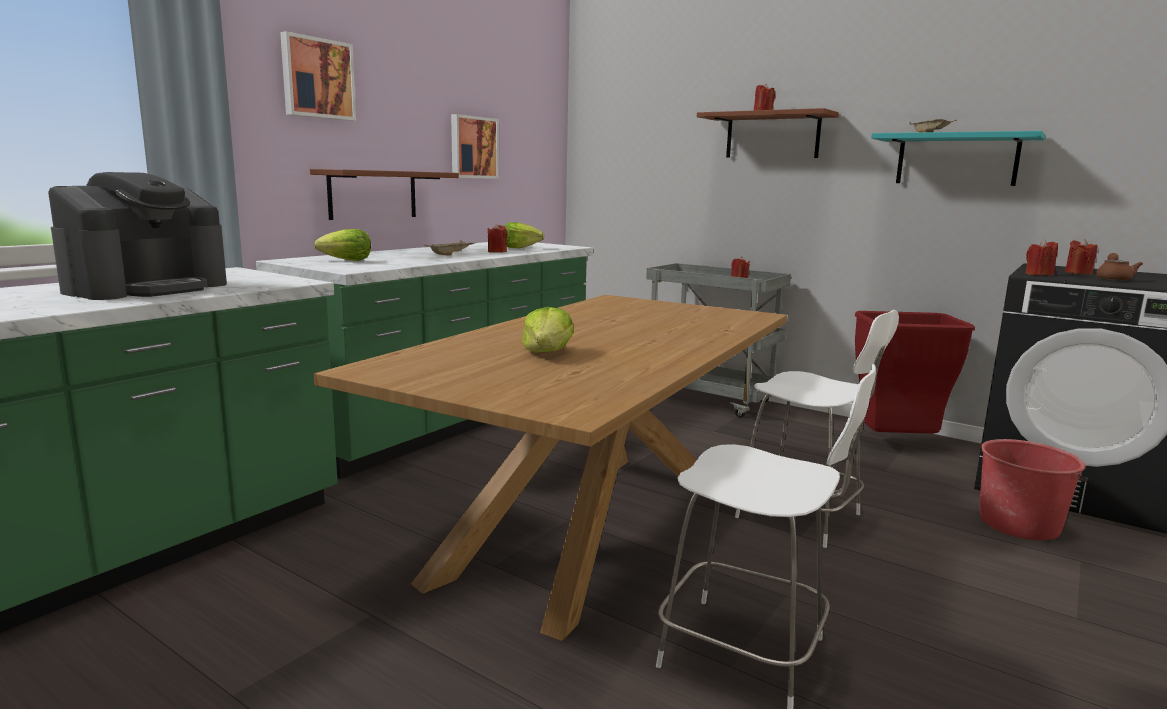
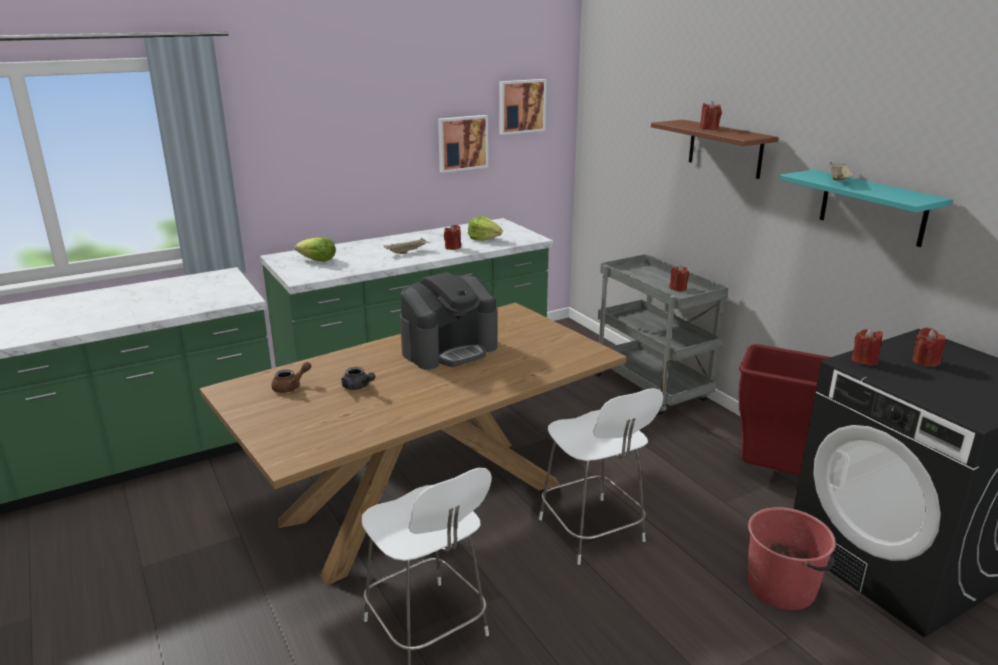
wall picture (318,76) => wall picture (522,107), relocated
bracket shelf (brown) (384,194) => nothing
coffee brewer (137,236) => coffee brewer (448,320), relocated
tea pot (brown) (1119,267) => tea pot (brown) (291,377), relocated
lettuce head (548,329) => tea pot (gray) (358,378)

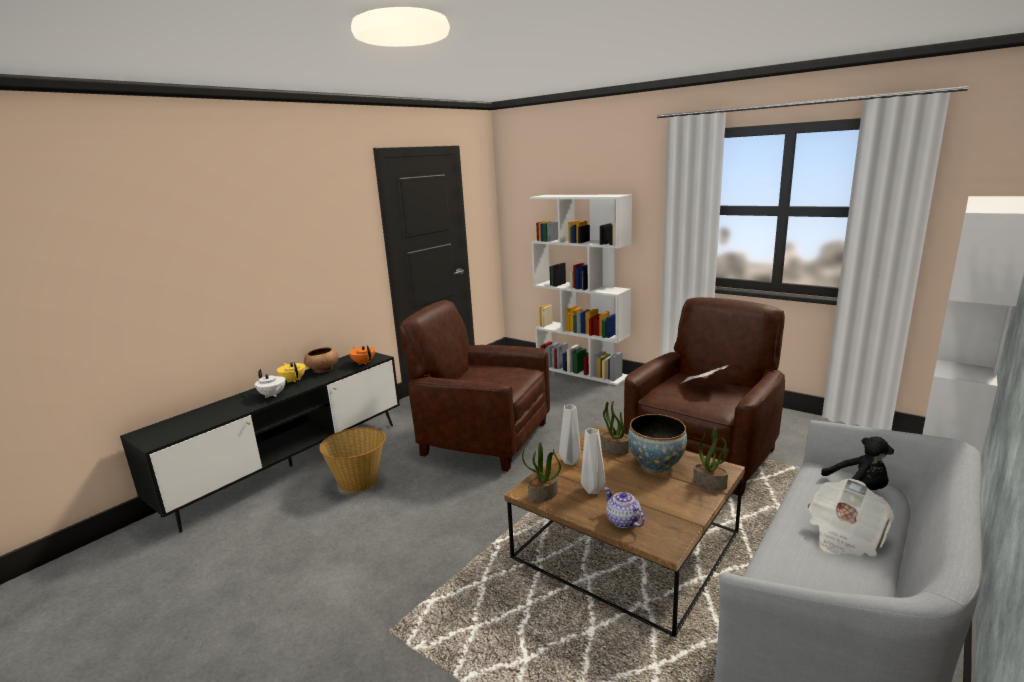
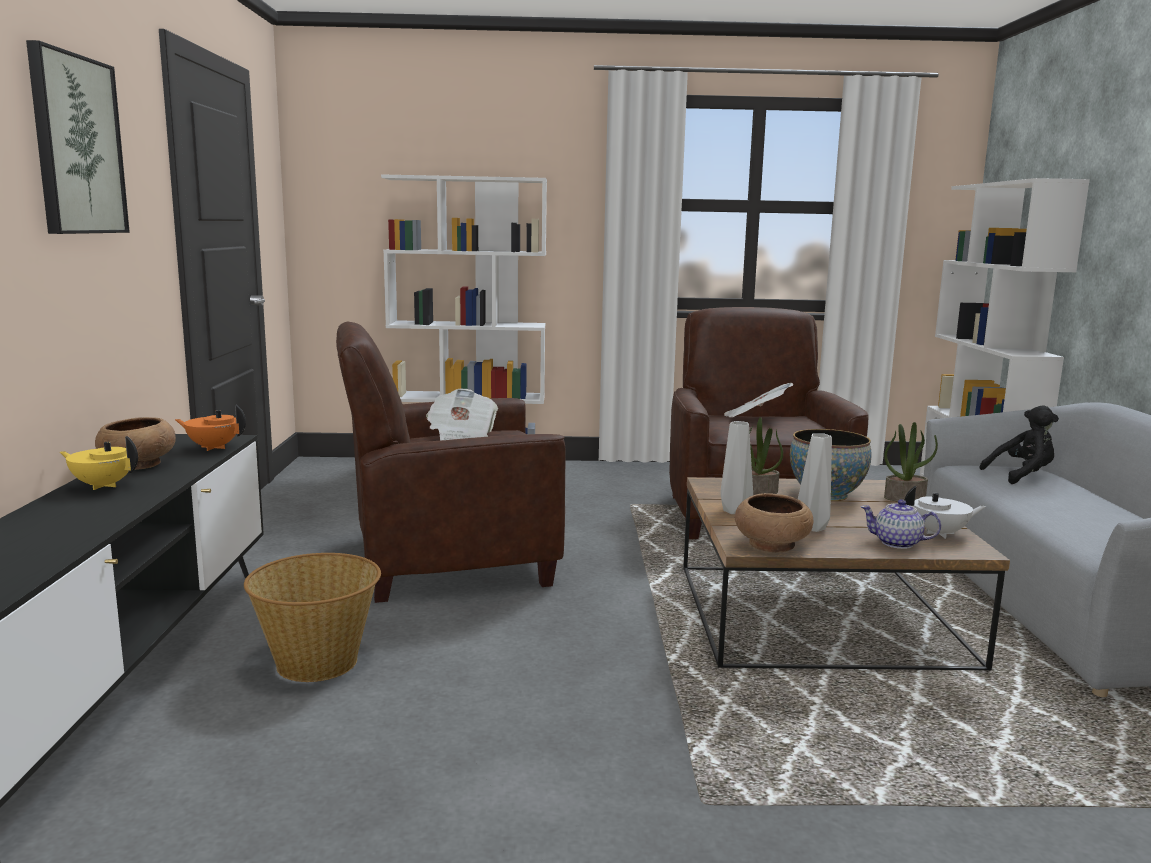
tea pot (whitish) (270,383) => tea pot (whitish) (945,512), relocated
houseplant (541,472) => serving bowl (brown) (774,522)
printed paper (850,518) => printed paper (462,415), relocated
nothing => wall picture (78,137)

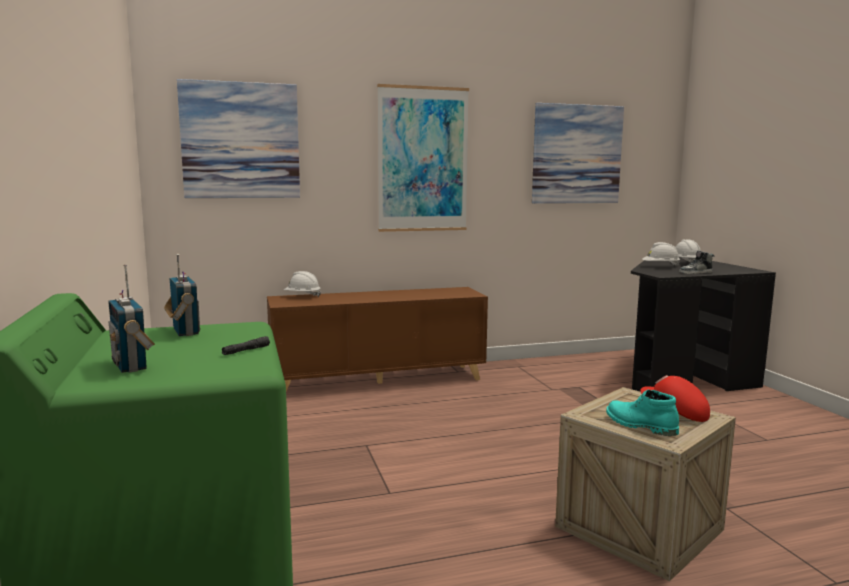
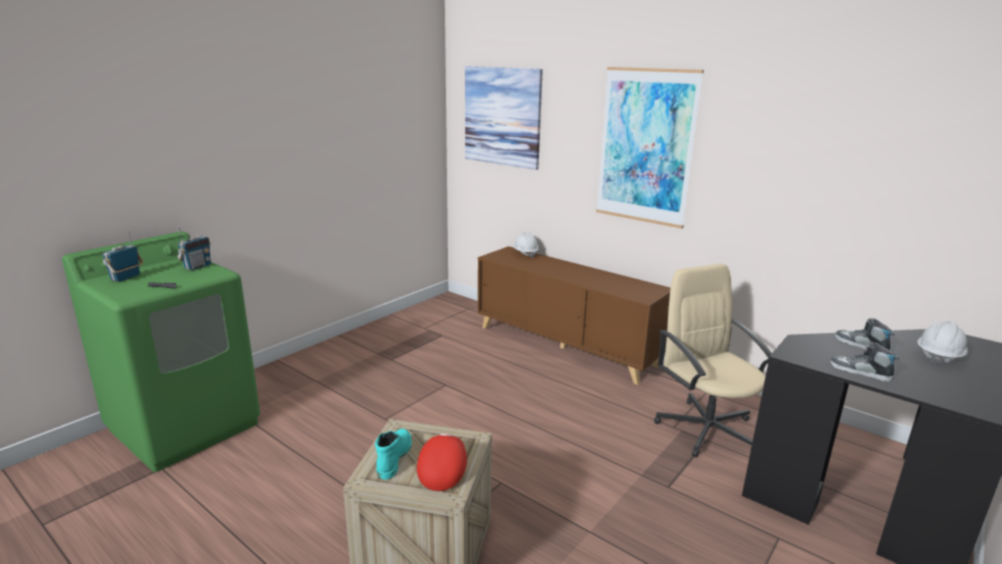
wall picture (578,153) => nothing
hard hat (whitish) (661,254) => shoe (864,334)
nothing => desk chair (beige) (713,360)

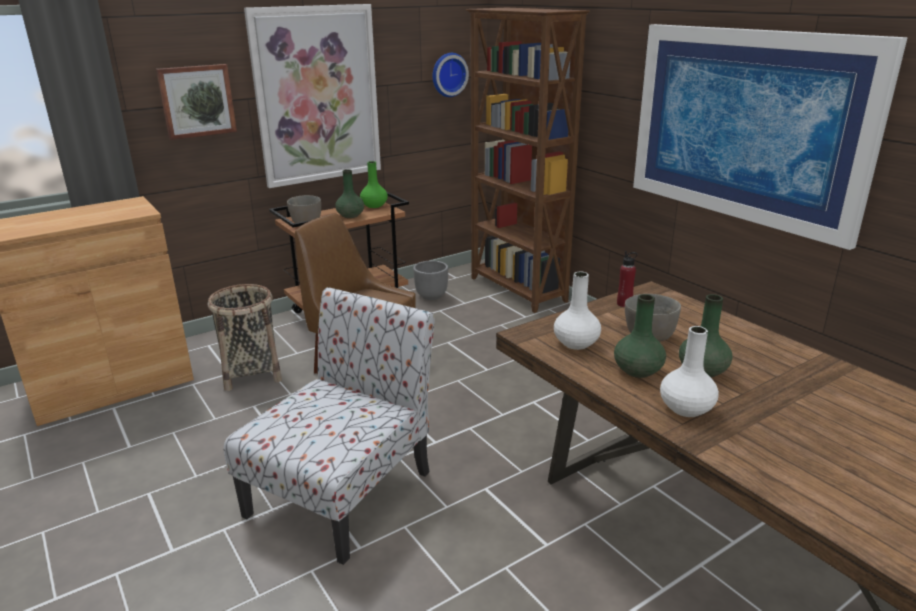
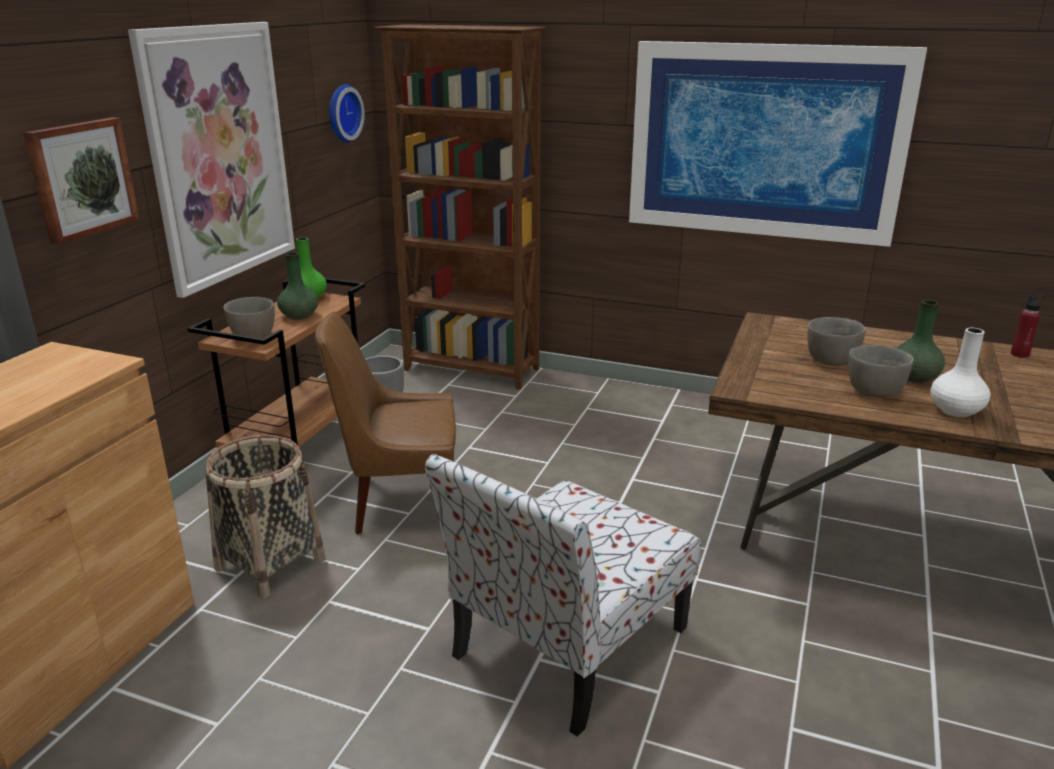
drink bottle (red-coloured) (627,279) => drink bottle (red-coloured) (1028,326), relocated
vase (whitish) (577,310) => nothing
upright chair (329,426) => upright chair (563,595), 135 degrees counterclockwise
vase (green) (640,336) => serving bowl (gray) (881,371)

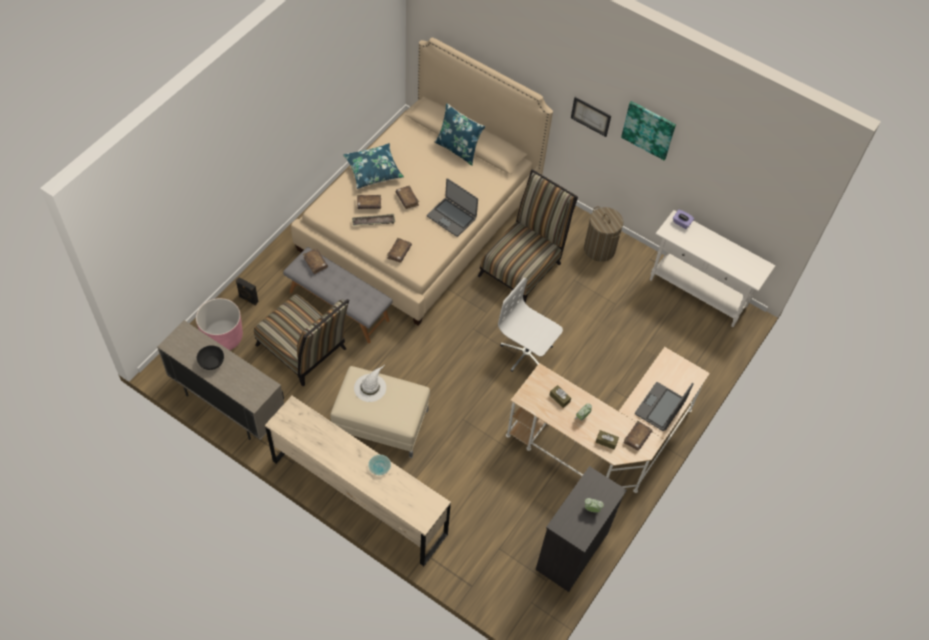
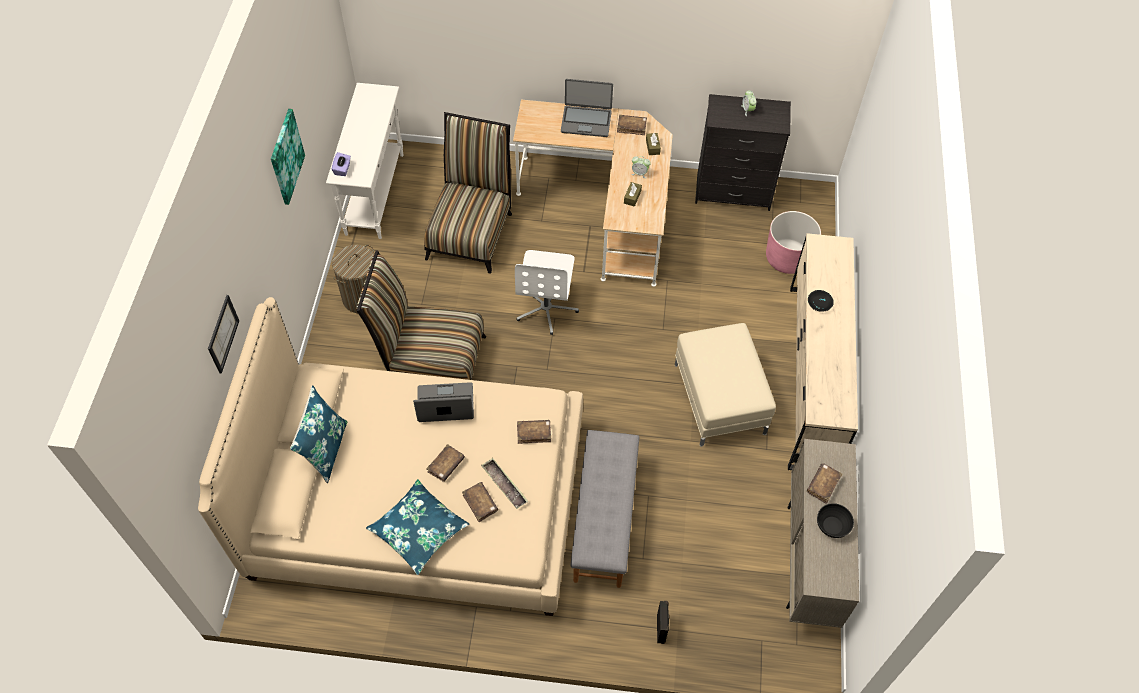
wall picture (591,117) => wall picture (223,334), relocated
portable computer (452,207) => portable computer (443,402), 105 degrees counterclockwise
bound book (brown) (315,261) => bound book (brown) (824,483), relocated
upright chair (301,340) => upright chair (468,193), relocated
flower pot (pink) (219,324) => flower pot (pink) (793,242), relocated
clothing hat (whitish) (370,383) => nothing
serving bowl (blue-green) (379,465) => serving bowl (blackish) (821,301)

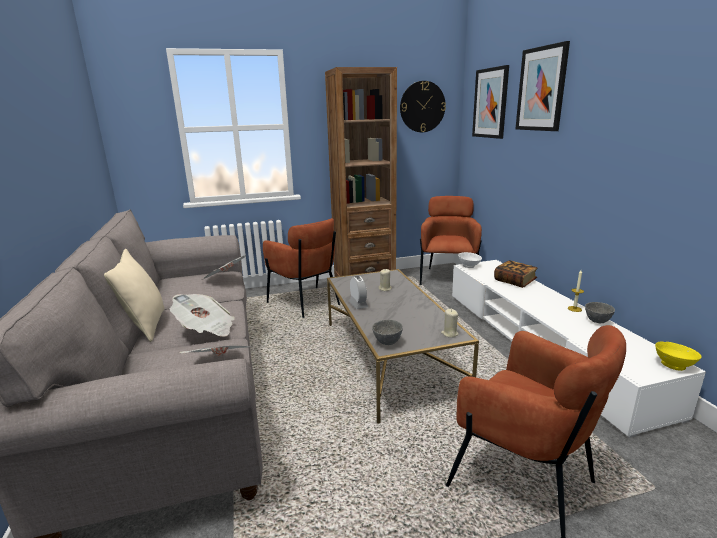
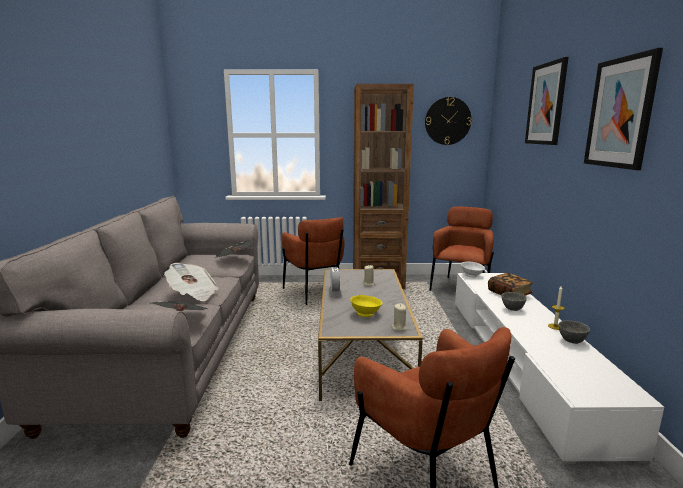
wall picture (490,102) => wall picture (623,109), relocated
pillow (beige) (134,295) => nothing
serving bowl (gray) (387,332) => serving bowl (gray) (514,301), relocated
serving bowl (yellow) (678,356) => serving bowl (yellow) (366,306), relocated

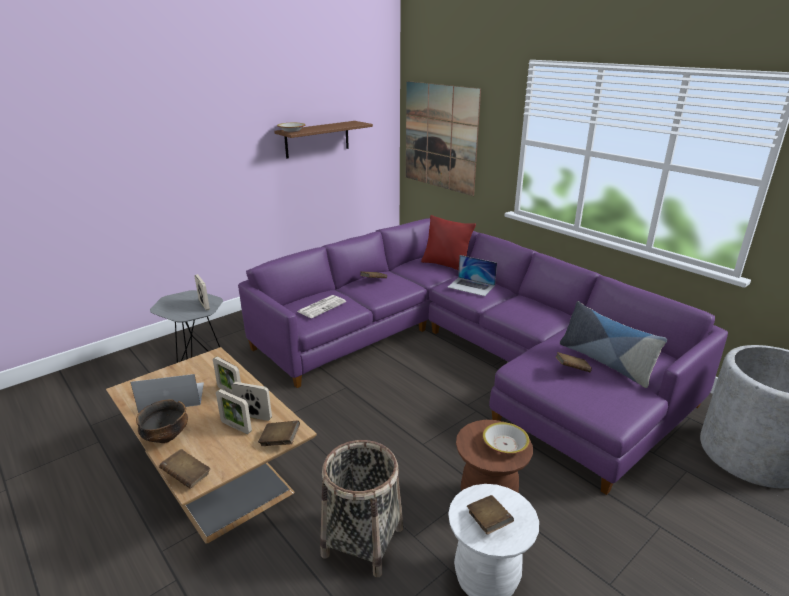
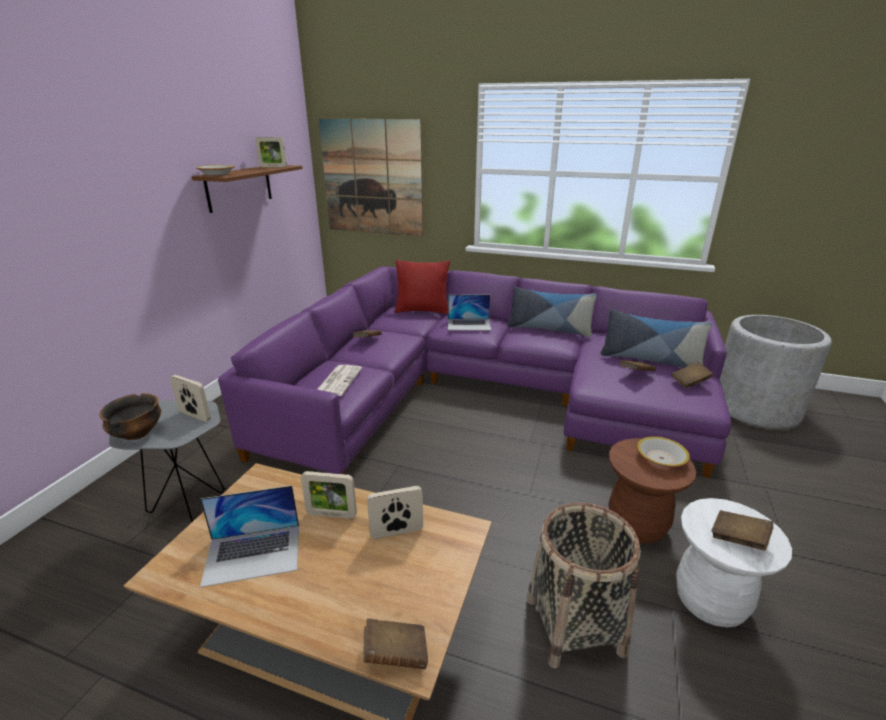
portable computer (167,393) => portable computer (249,536), 150 degrees counterclockwise
standing frame (234,411) => standing frame (271,152), relocated
serving bowl (162,421) => serving bowl (130,416), relocated
bound book (brown) (279,433) => bound book (brown) (692,375), relocated
nothing => pillow (552,311)

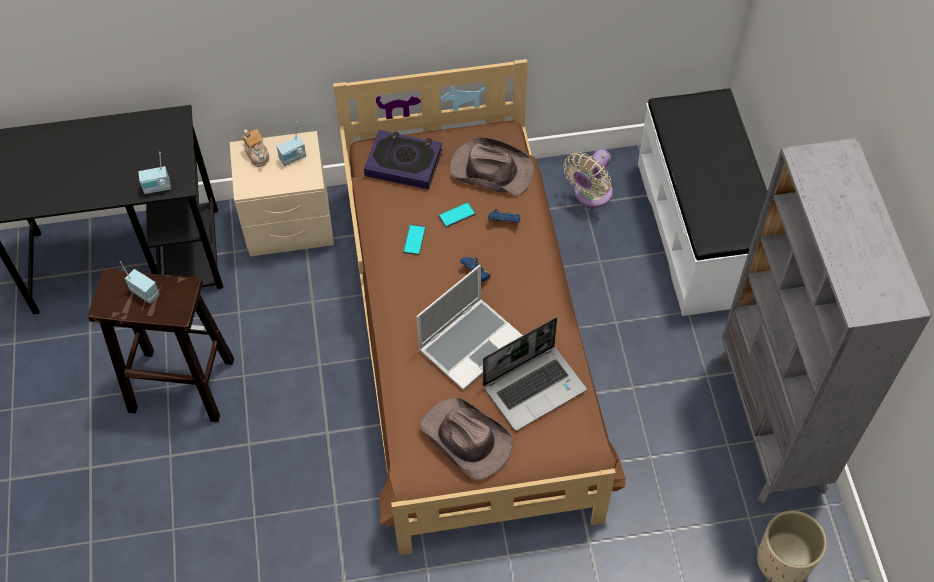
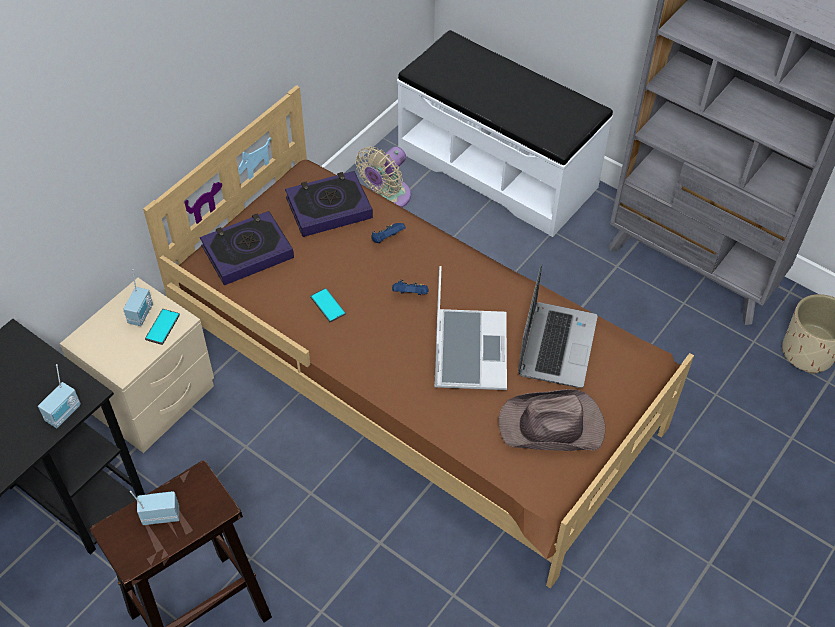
tea pot (255,148) => nothing
clothing hat (brown) (492,166) => bound book (329,204)
fan (beige) (588,178) => fan (beige) (383,177), 45 degrees clockwise
handset (456,215) => handset (162,327), relocated

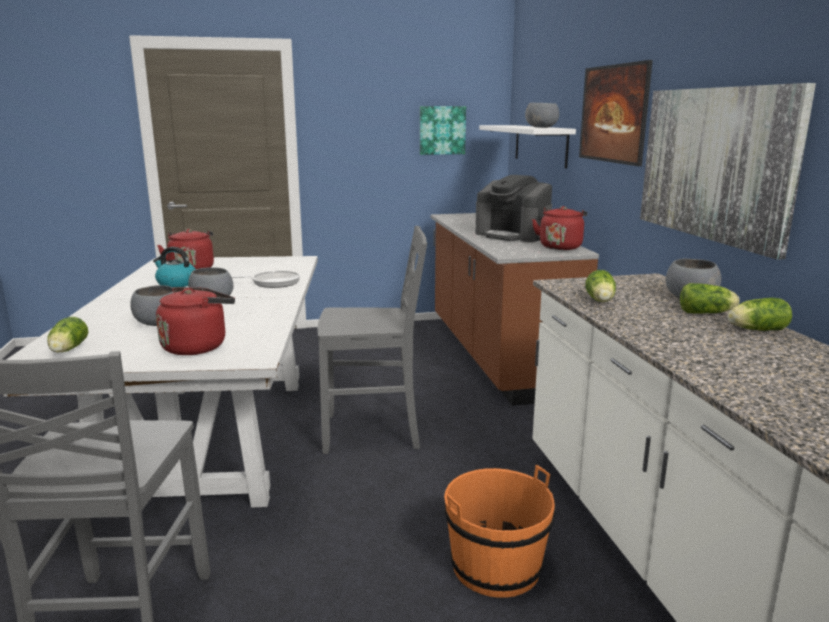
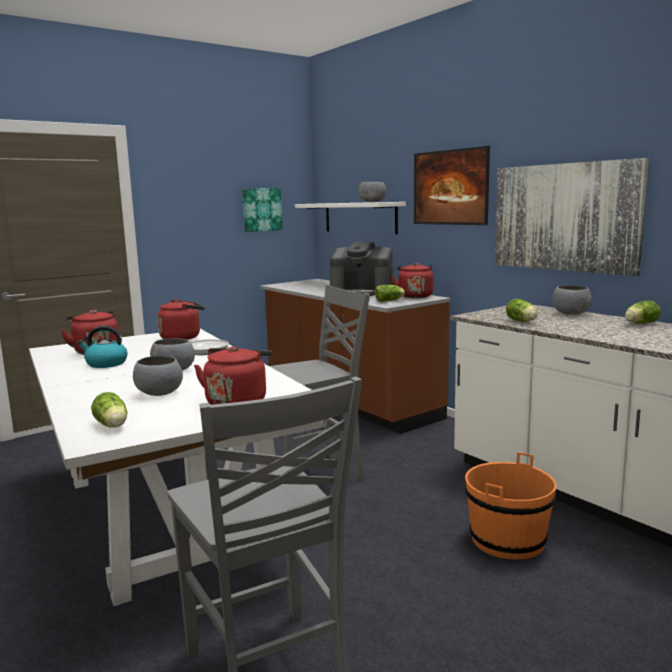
lettuce head (709,298) => lettuce head (390,293), relocated
nothing => tea kettle (red-coloured) (181,319)

